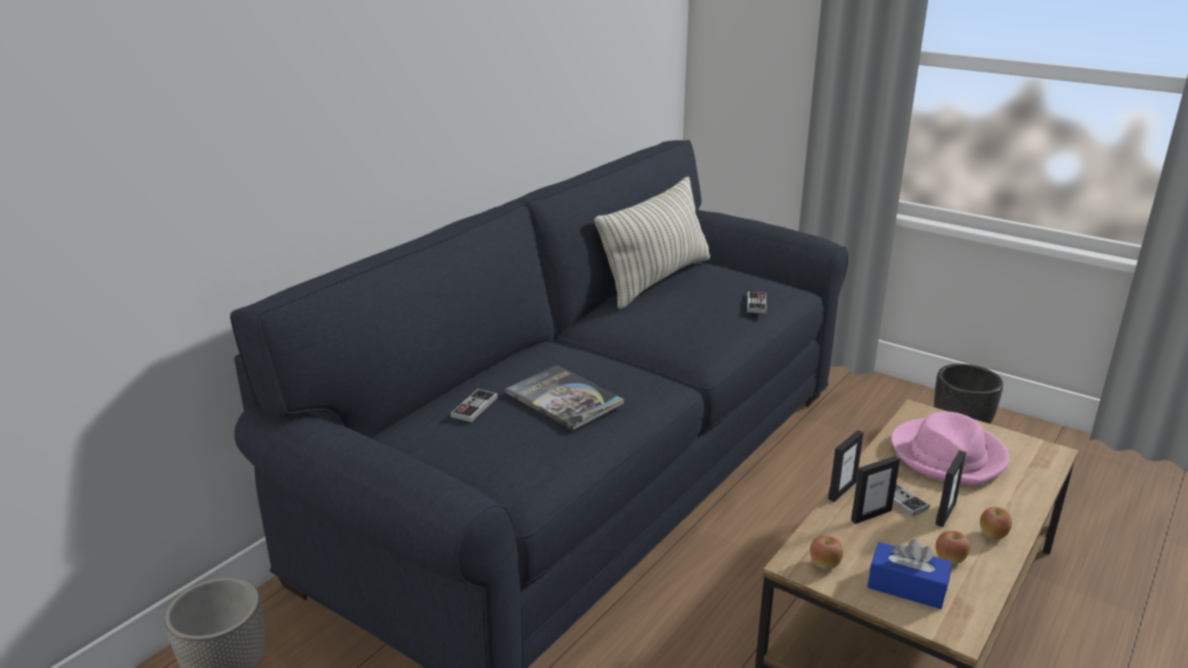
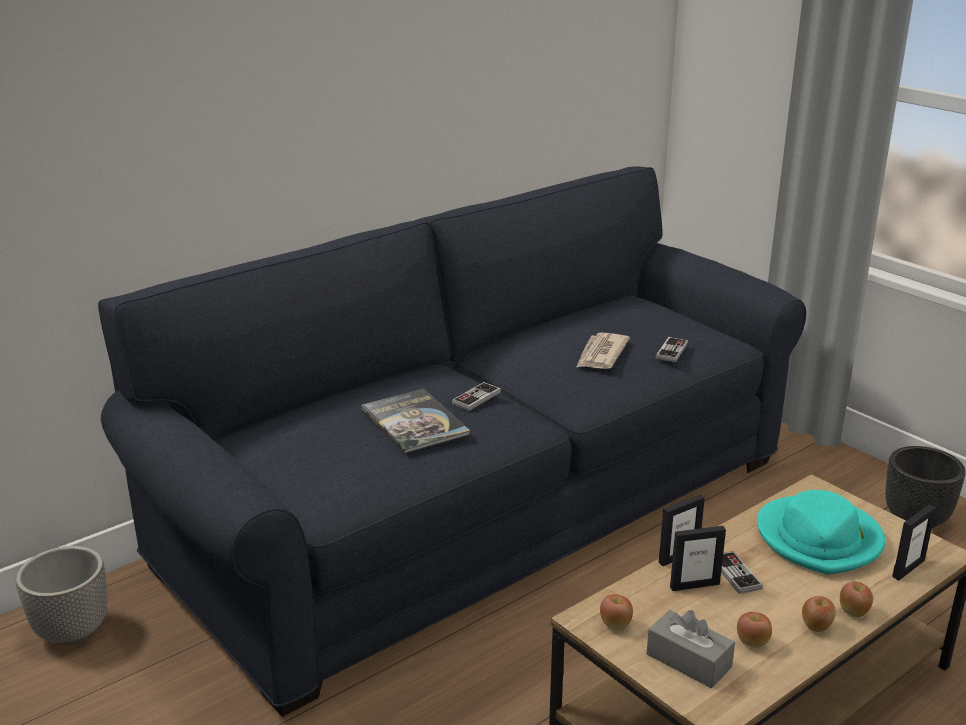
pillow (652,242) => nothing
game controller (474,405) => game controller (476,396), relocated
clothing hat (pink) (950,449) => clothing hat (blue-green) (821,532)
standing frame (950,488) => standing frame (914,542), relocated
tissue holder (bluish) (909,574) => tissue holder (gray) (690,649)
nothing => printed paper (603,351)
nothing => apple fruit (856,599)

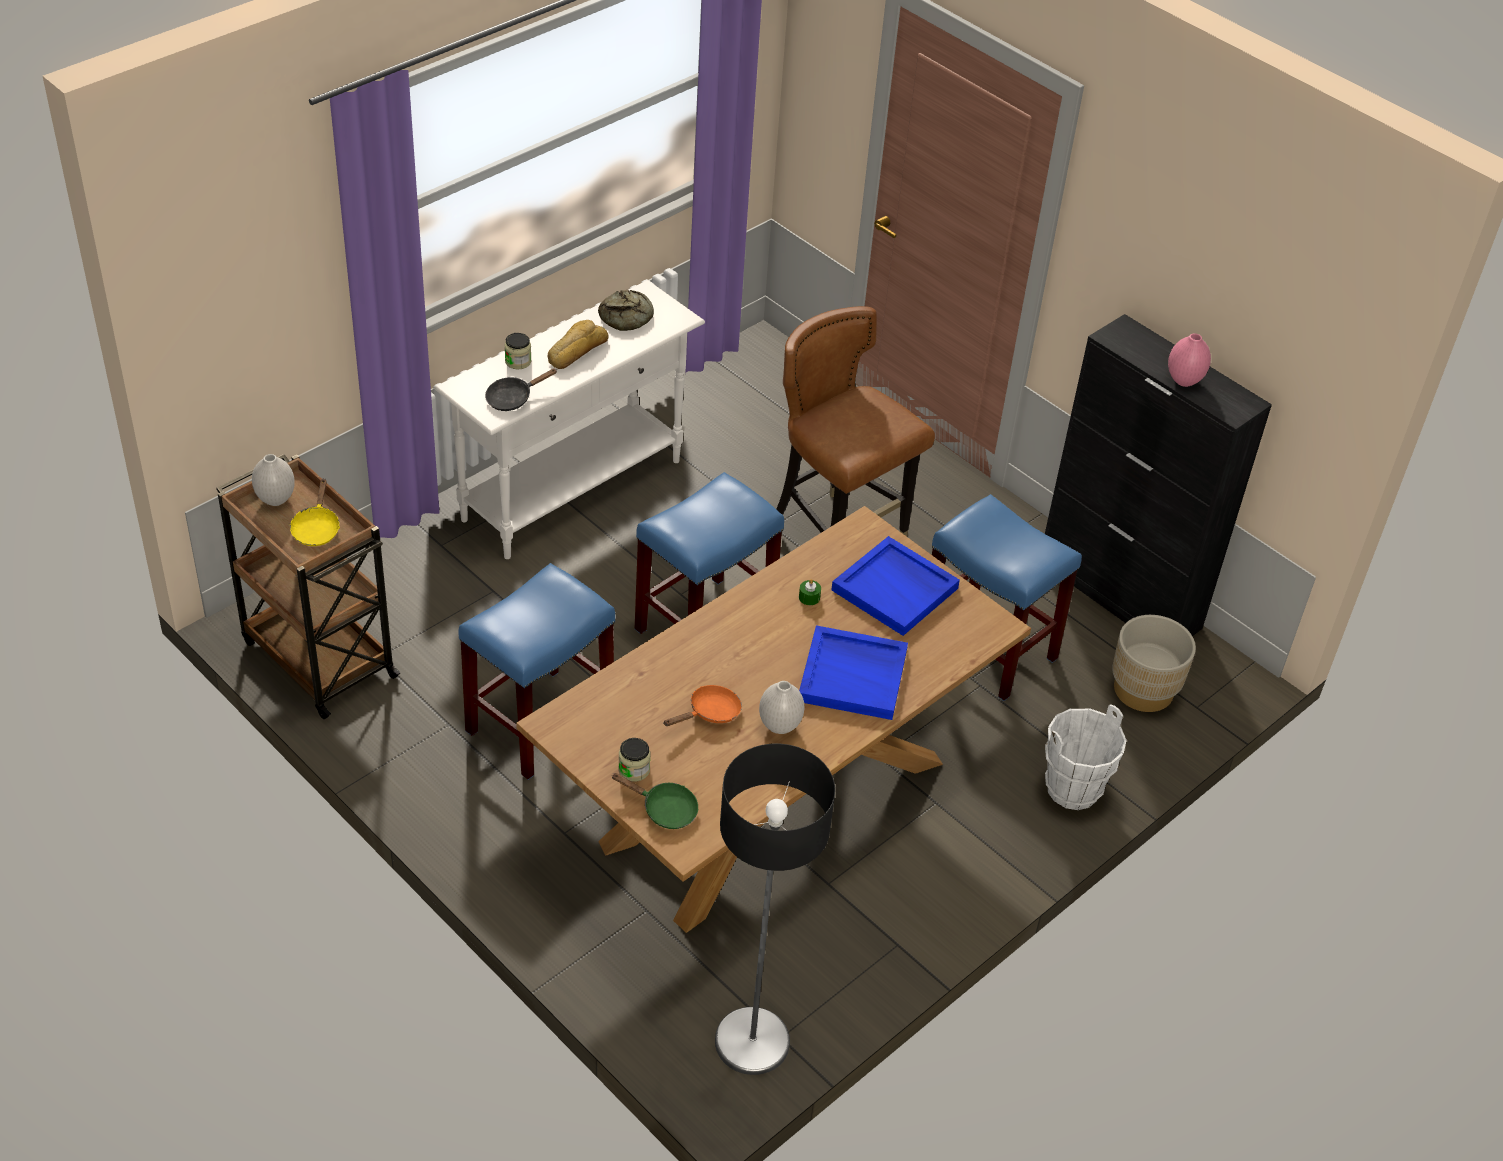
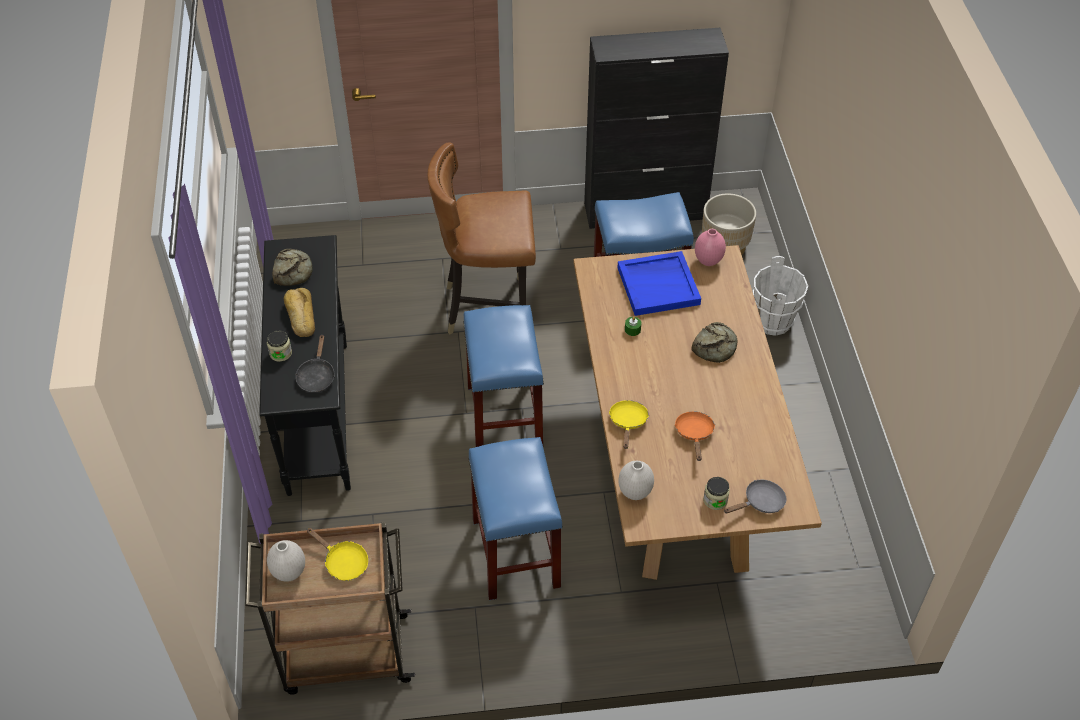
narrow table (whitish) (570,419) => narrow table (blackish) (305,365)
vase (pink) (1189,360) => vase (pink) (710,247), relocated
carrying tray (bluish) (853,672) => baked bread (714,342)
vase (whitish) (782,707) => vase (whitish) (636,480), relocated
floor lamp (775,909) => nothing
skillet (green) (654,801) => skillet (gray) (755,496)
nothing => skillet (yellow) (629,424)

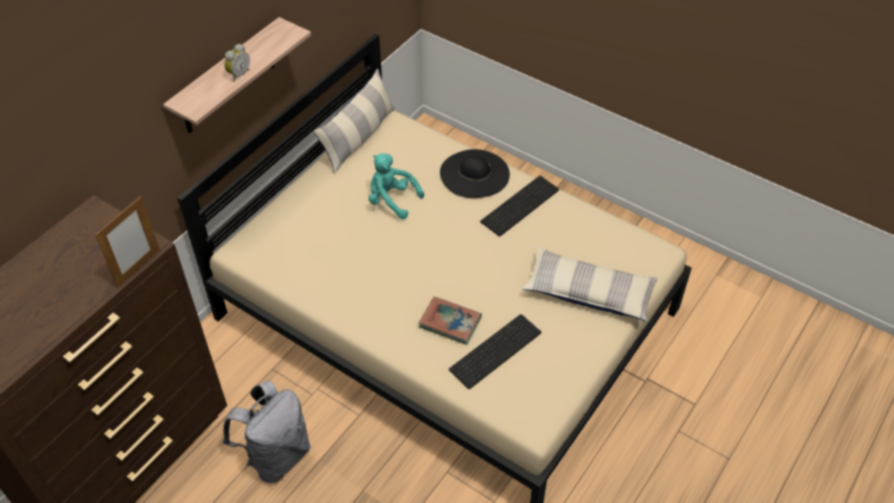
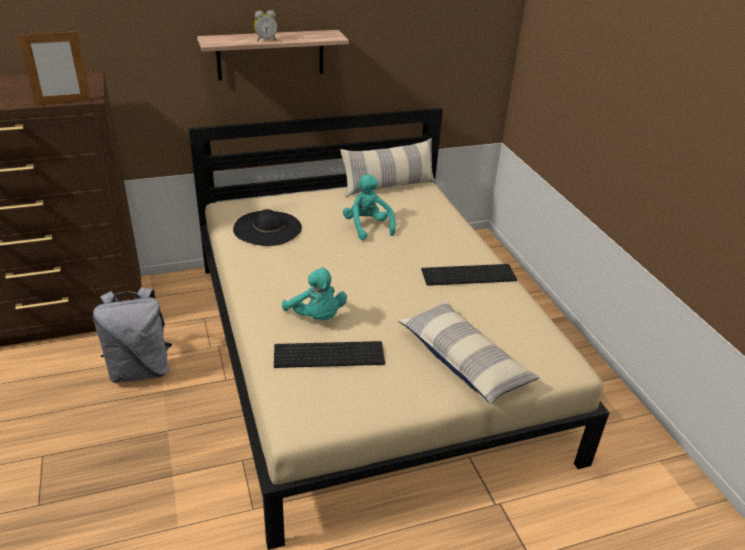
clothing hat (blackish) (475,173) => clothing hat (blackish) (267,227), relocated
bound book (450,320) => soft toy (blue-green) (314,294)

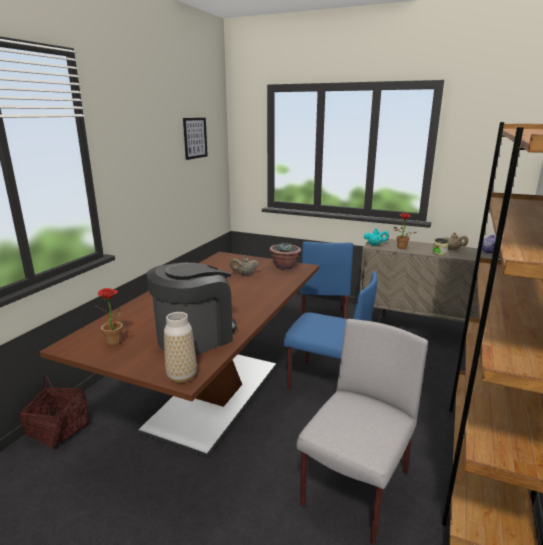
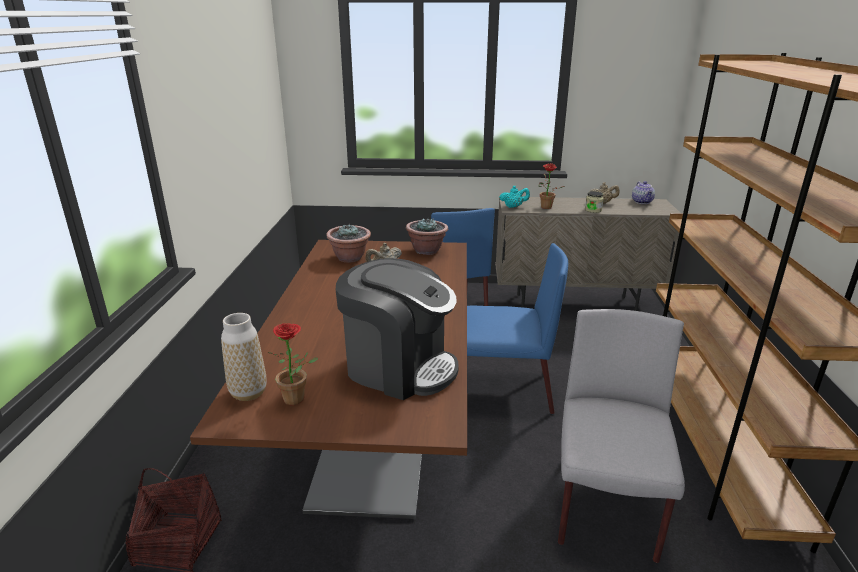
wall picture (195,139) => nothing
coffee brewer (192,308) => coffee brewer (397,329), 90 degrees clockwise
vase (180,347) => vase (244,357), relocated
nothing => houseplant (348,243)

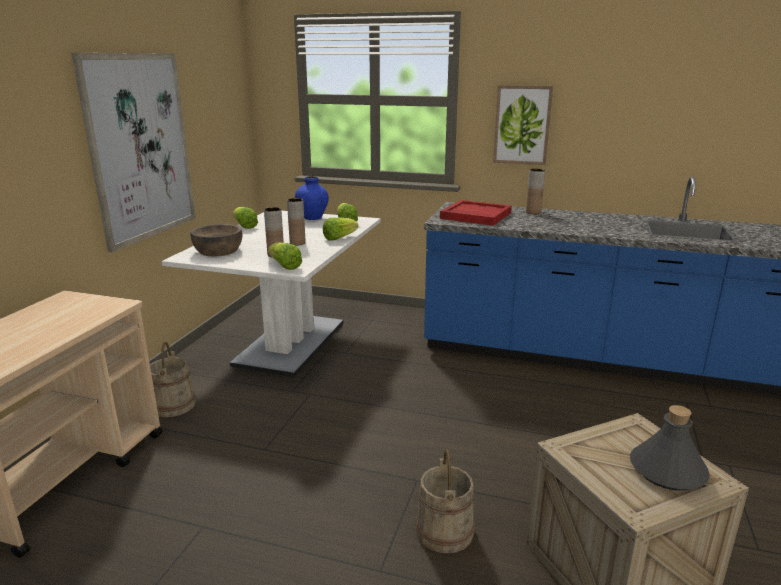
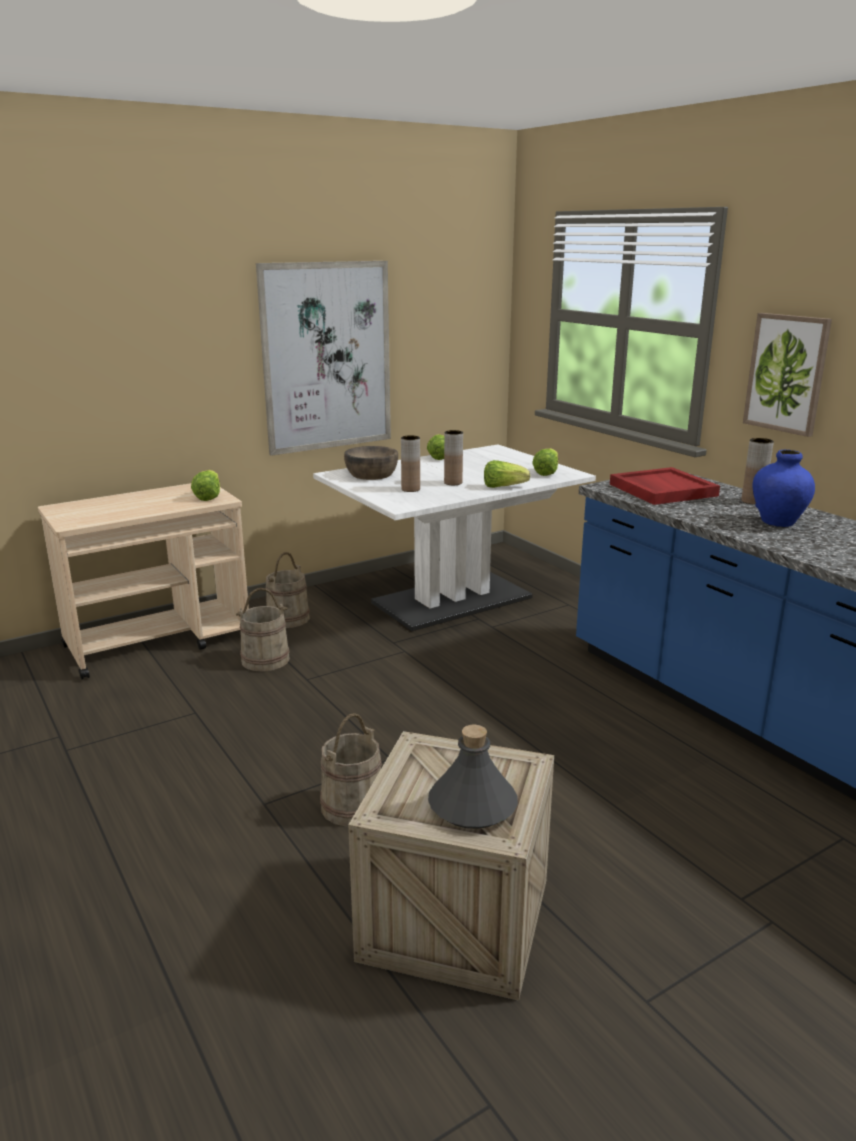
vase (bluish) (312,198) => vase (bluish) (783,488), relocated
lettuce head (285,256) => lettuce head (205,485), relocated
nothing => bucket (beige) (263,630)

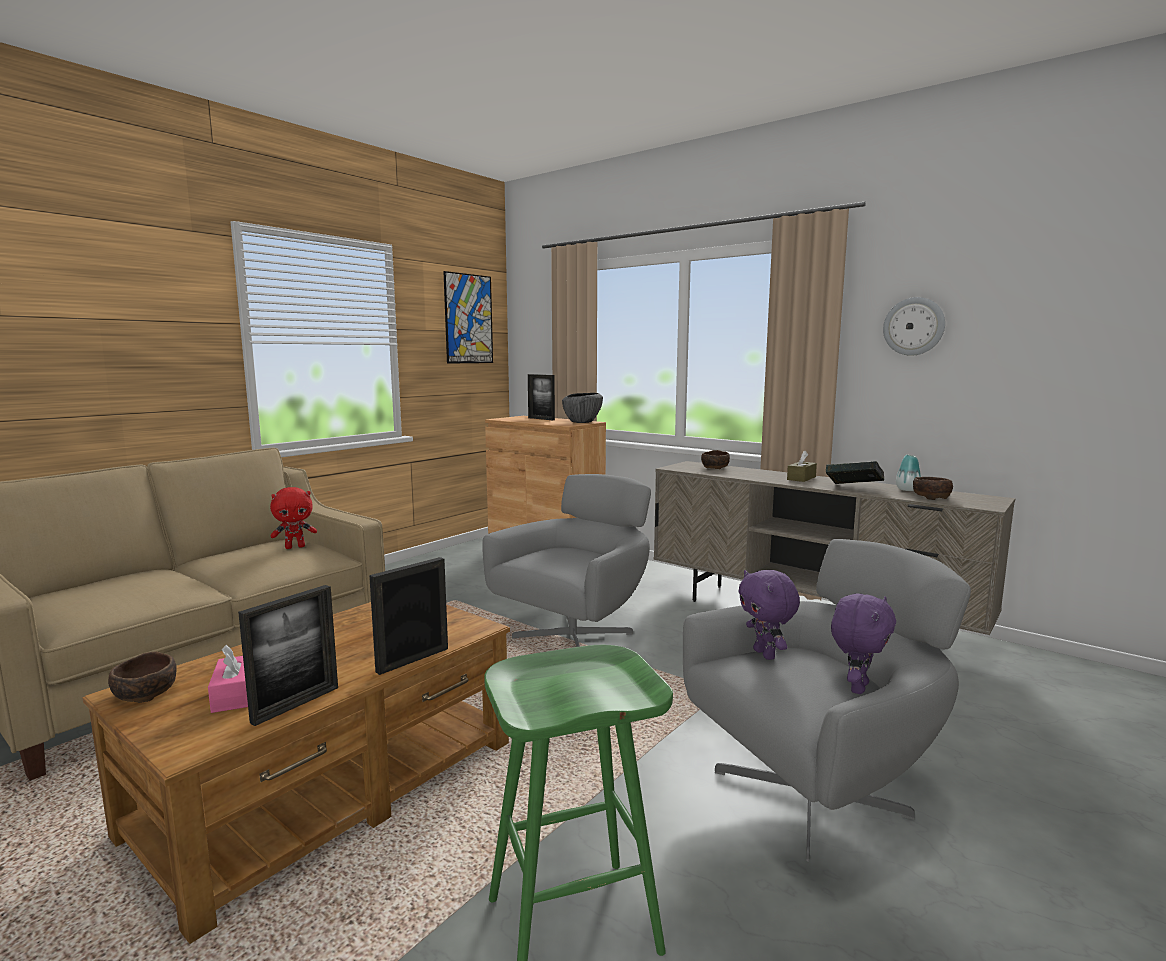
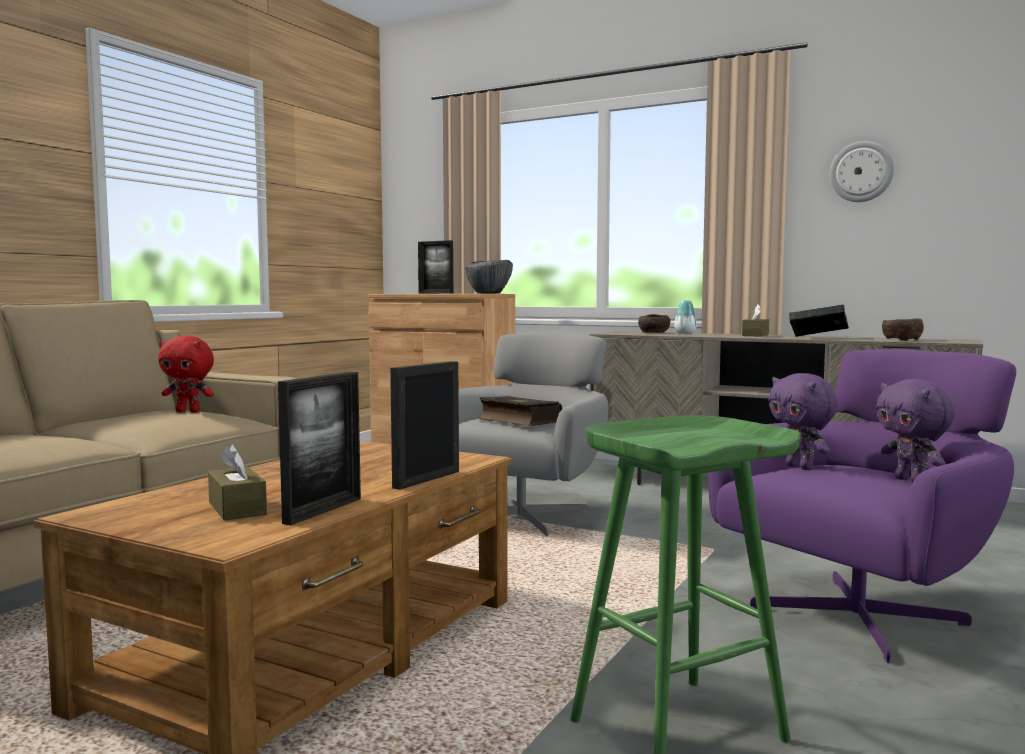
wall picture (468,317) => nothing
vase (908,473) => vase (685,317), relocated
soft toy (red-coloured) (293,518) => soft toy (red-coloured) (186,374), 45 degrees clockwise
armchair (gray) (827,700) => armchair (purple) (862,506)
soft toy (purple) (863,644) => soft toy (purple) (915,430), 135 degrees clockwise
tissue holder (pink) (228,679) => tissue holder (brown) (237,482)
serving bowl (brown) (142,677) => nothing
nothing => bound book (520,411)

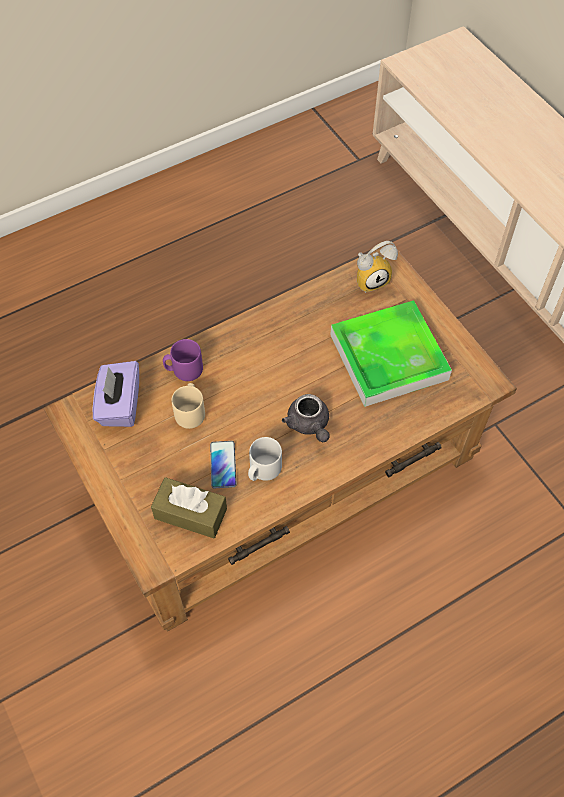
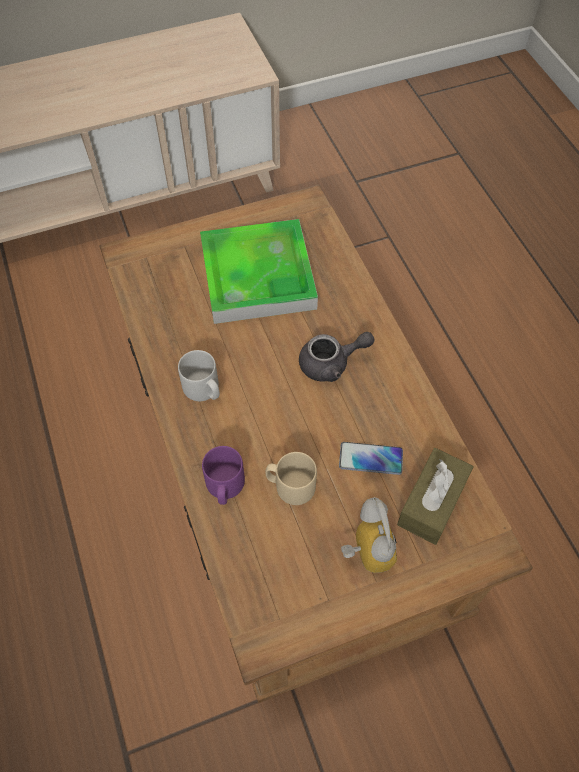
alarm clock (377,267) => alarm clock (369,535), relocated
tissue holder (purple) (115,394) => nothing
tea mug (gray) (265,459) => tea mug (gray) (199,375), relocated

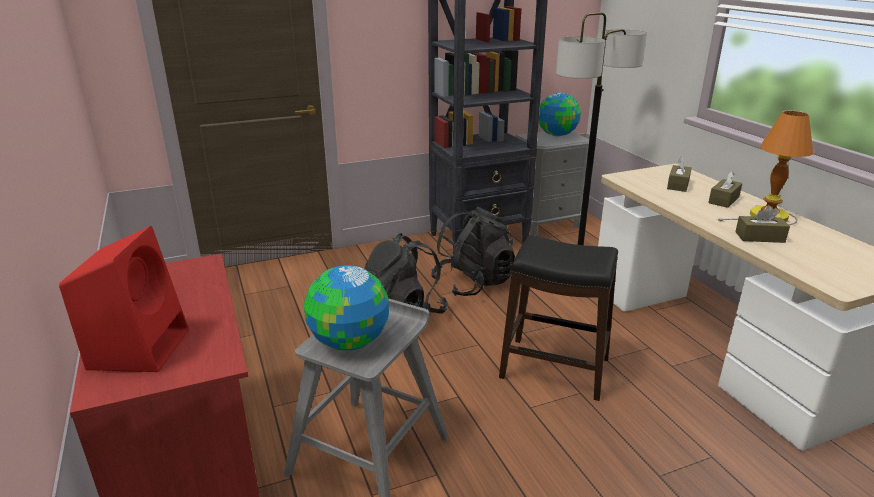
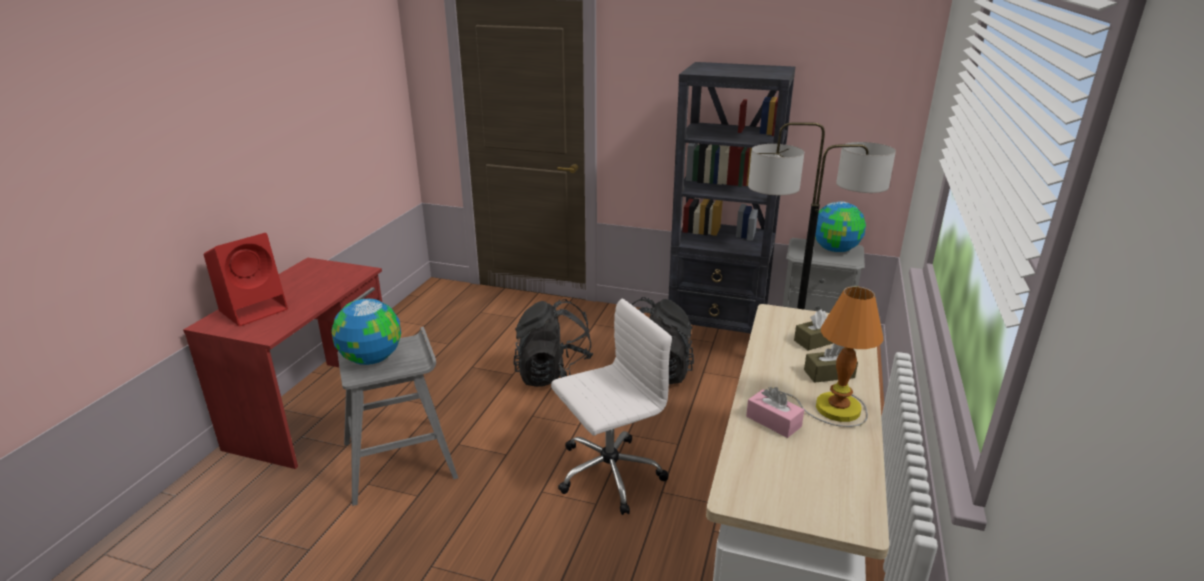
tissue holder (brown) (762,224) => tissue holder (pink) (775,412)
stool seat (blackish) (558,318) => desk chair (whitish) (611,407)

